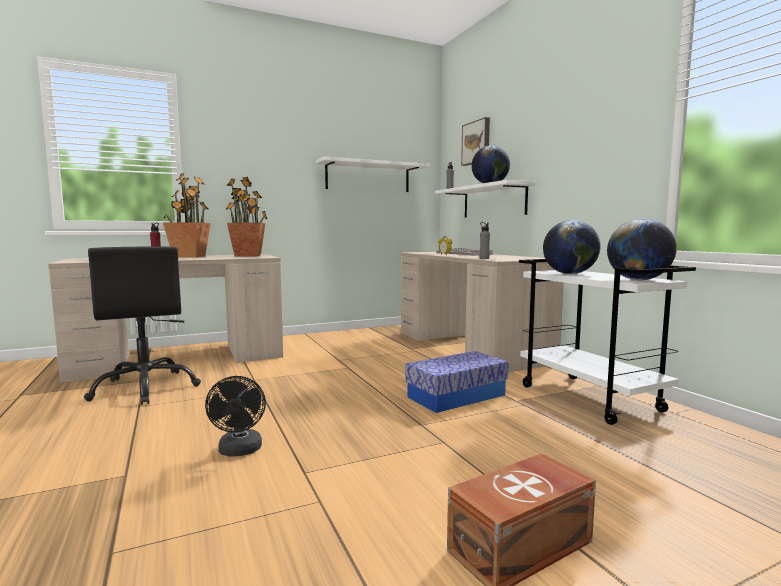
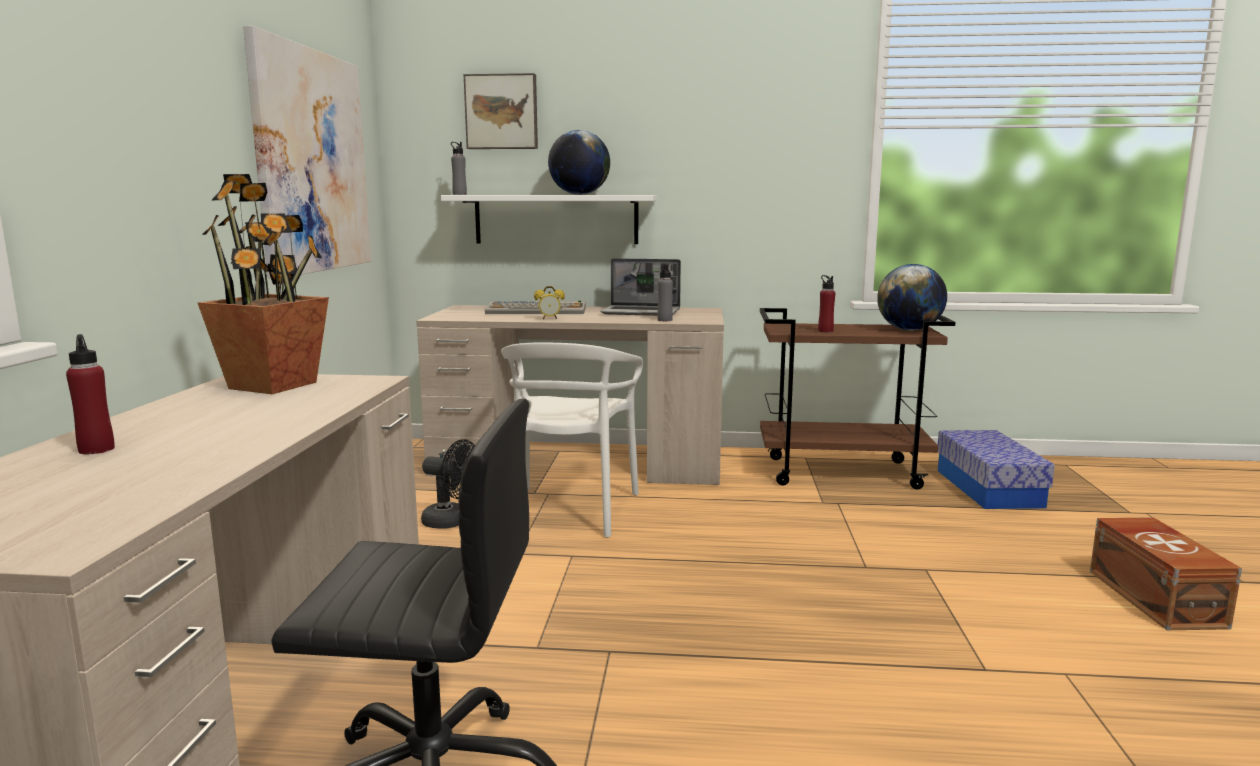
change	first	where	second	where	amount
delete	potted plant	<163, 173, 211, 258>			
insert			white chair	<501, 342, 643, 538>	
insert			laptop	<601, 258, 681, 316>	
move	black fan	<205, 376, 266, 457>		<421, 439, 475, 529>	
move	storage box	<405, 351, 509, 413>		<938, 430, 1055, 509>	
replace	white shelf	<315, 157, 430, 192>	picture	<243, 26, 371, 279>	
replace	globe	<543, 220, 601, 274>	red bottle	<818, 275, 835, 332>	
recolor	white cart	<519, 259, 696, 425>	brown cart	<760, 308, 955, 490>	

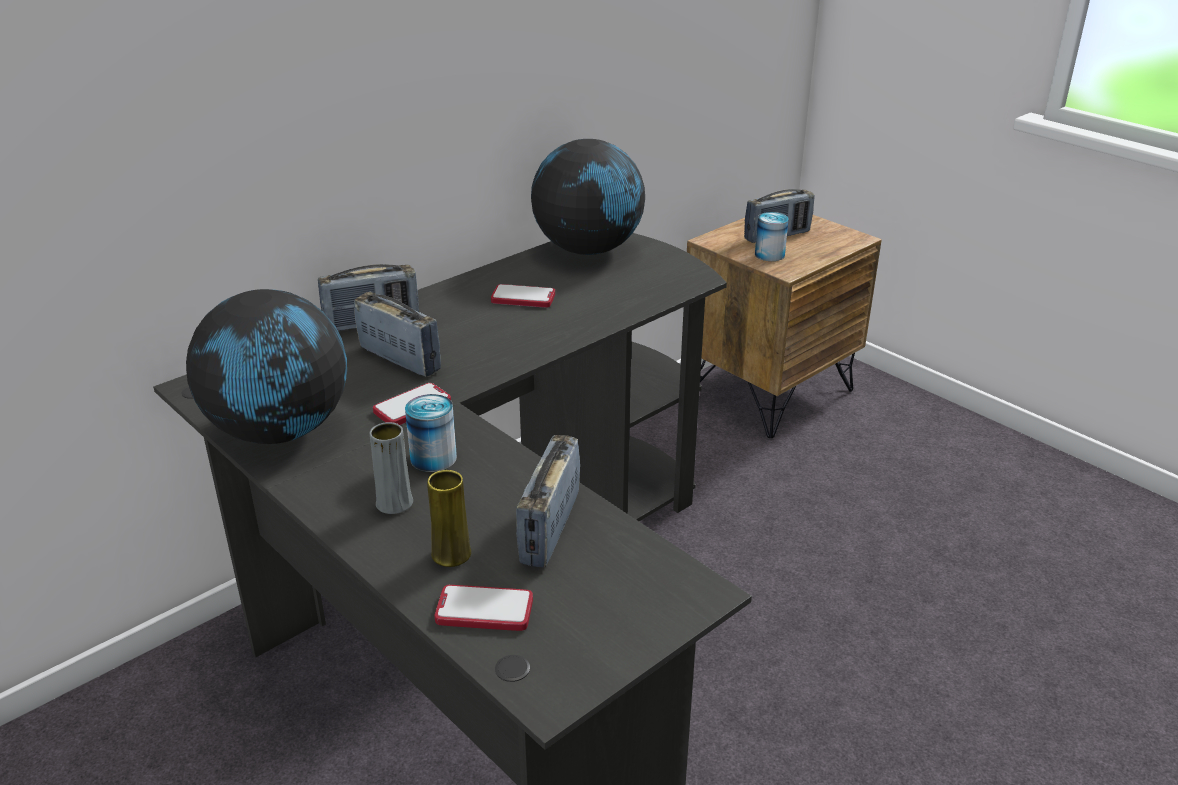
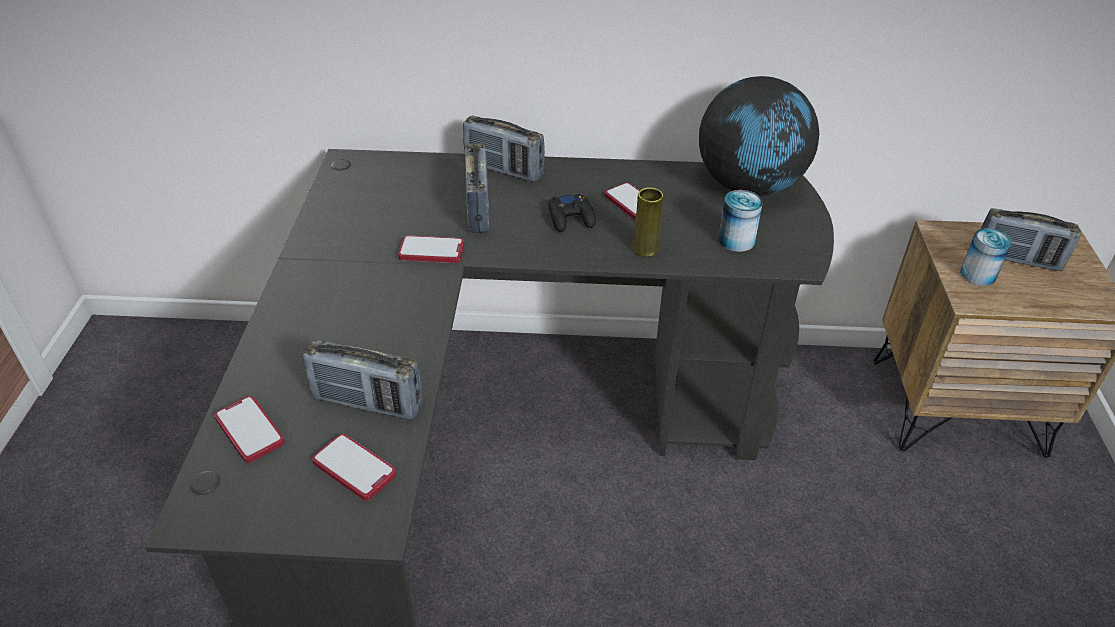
change	first	where	second	where	amount
delete	globe	<186, 289, 347, 444>			
delete	grey vase	<370, 422, 413, 514>			
insert			phone	<312, 434, 396, 501>	
insert			black game controller	<548, 194, 596, 232>	
move	can	<405, 394, 457, 472>		<718, 190, 763, 252>	
move	yellow vase	<427, 470, 471, 567>		<632, 187, 663, 257>	
rotate	radio	<516, 435, 580, 568>		<303, 340, 422, 420>	135 degrees counterclockwise

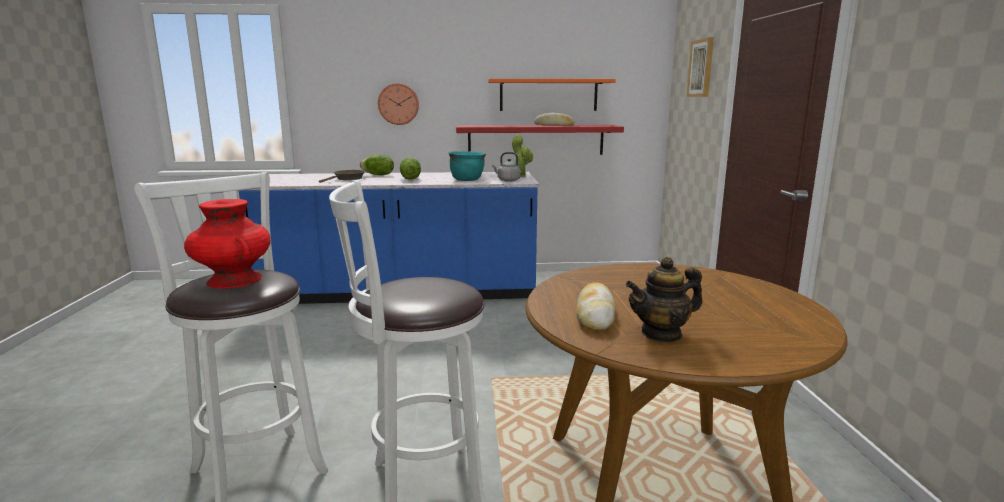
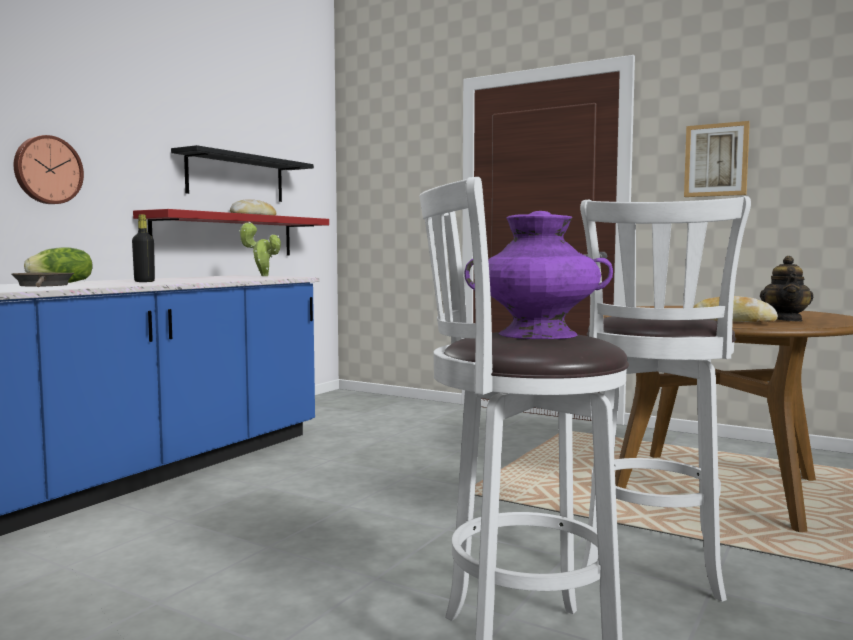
change	first	where	second	where	amount
delete	turquoise cooking pot	<448, 151, 486, 181>			
delete	grey kettle	<492, 152, 520, 182>			
move	picture	<686, 37, 714, 97>		<684, 121, 750, 197>	
replace	lettuce	<400, 158, 421, 179>	black bottle	<132, 215, 155, 282>	
recolor	red vase	<184, 199, 271, 289>	purple vase	<465, 211, 613, 339>	
recolor	orange shelf	<488, 79, 616, 111>	black shelf	<171, 145, 314, 202>	

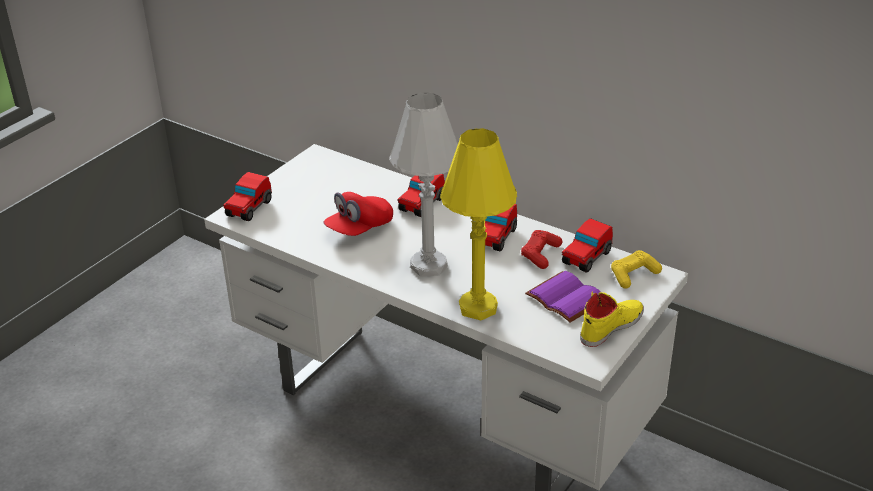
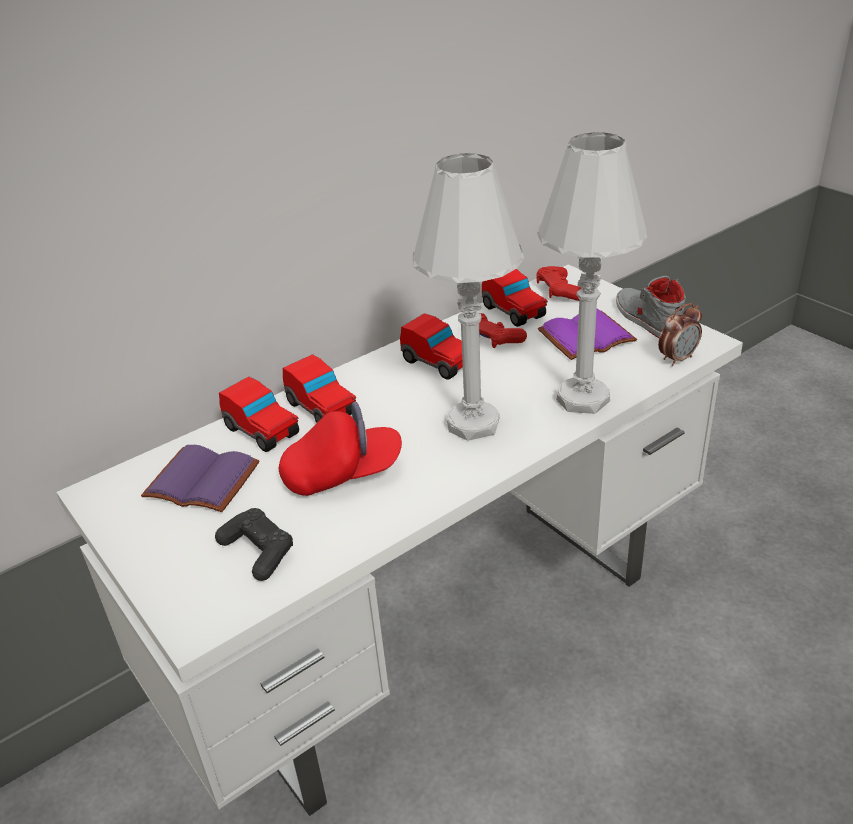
change	first	where	second	where	amount
insert			purple book	<141, 445, 260, 512>	
insert			black game controller	<215, 508, 293, 581>	
insert			alarm clock	<658, 303, 702, 366>	
move	toy car	<223, 172, 272, 221>		<219, 377, 299, 452>	
recolor	yellow table lamp	<440, 128, 517, 320>	white table lamp	<537, 132, 647, 414>	
recolor	yellow shoe	<580, 292, 644, 347>	grey shoe	<616, 276, 686, 338>	
recolor	yellow game controller	<611, 250, 662, 289>	red game controller	<536, 266, 582, 301>	
rotate	red cap	<323, 192, 393, 236>		<279, 402, 402, 496>	75 degrees counterclockwise

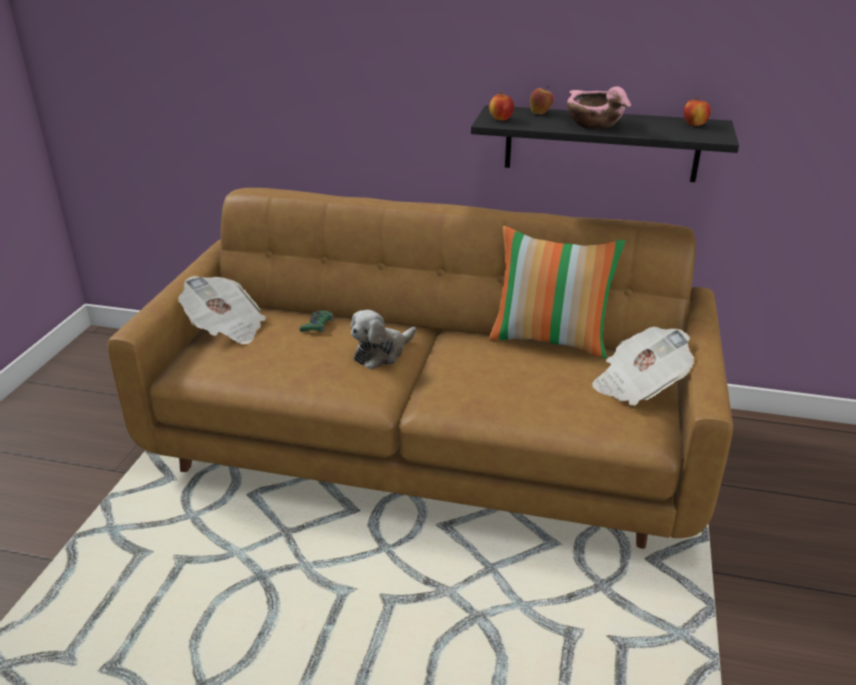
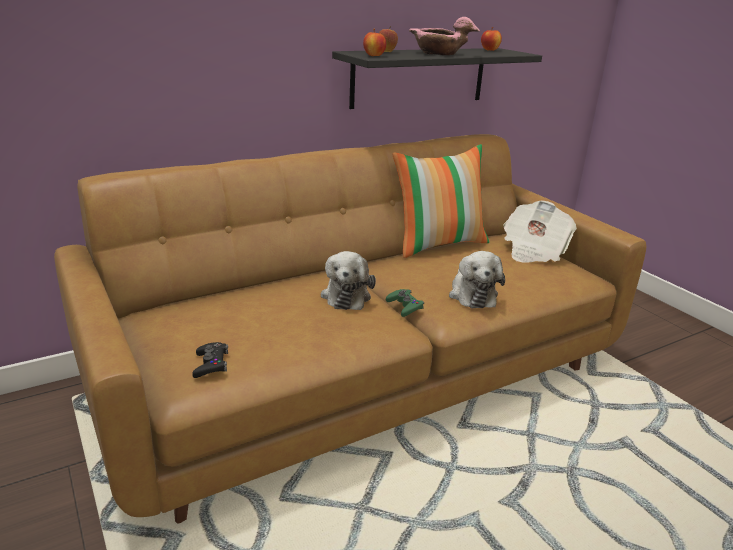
change	first	where	second	where	amount
delete	newspaper	<178, 276, 266, 344>			
insert			black game controller	<192, 342, 228, 378>	
insert			plush toy	<449, 251, 505, 308>	
move	green game controller	<300, 310, 334, 332>		<386, 289, 424, 317>	

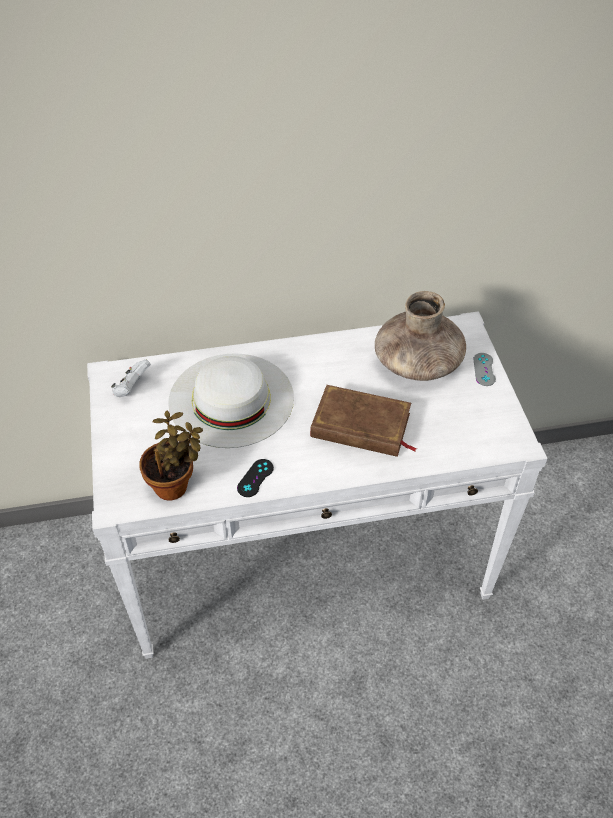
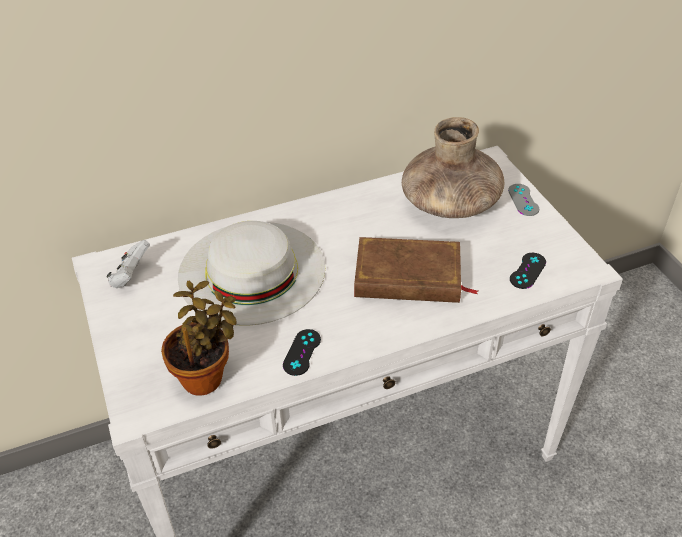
change	first	where	second	where	amount
insert			black game controller	<510, 253, 546, 289>	

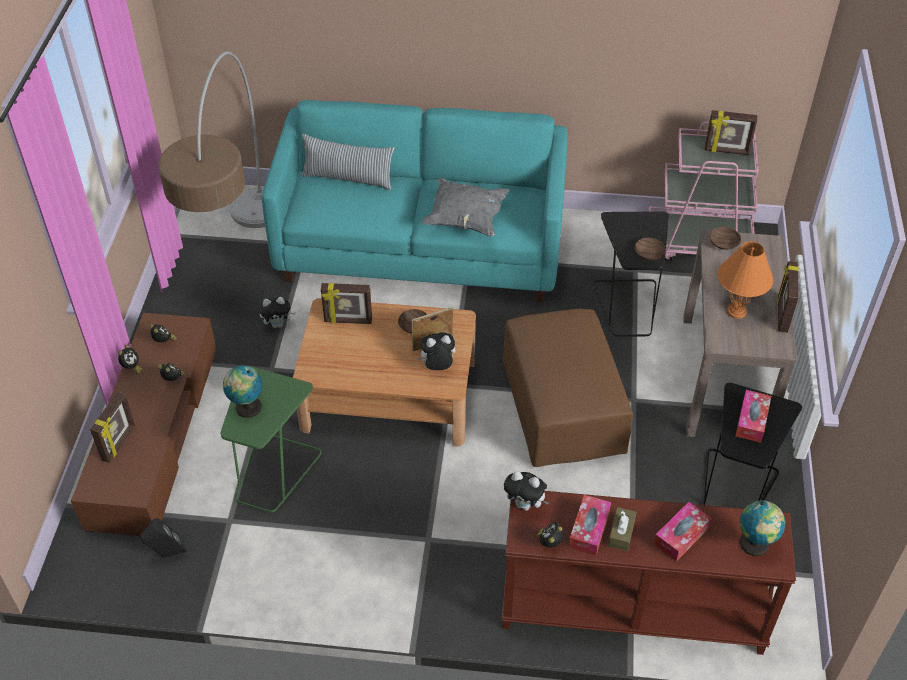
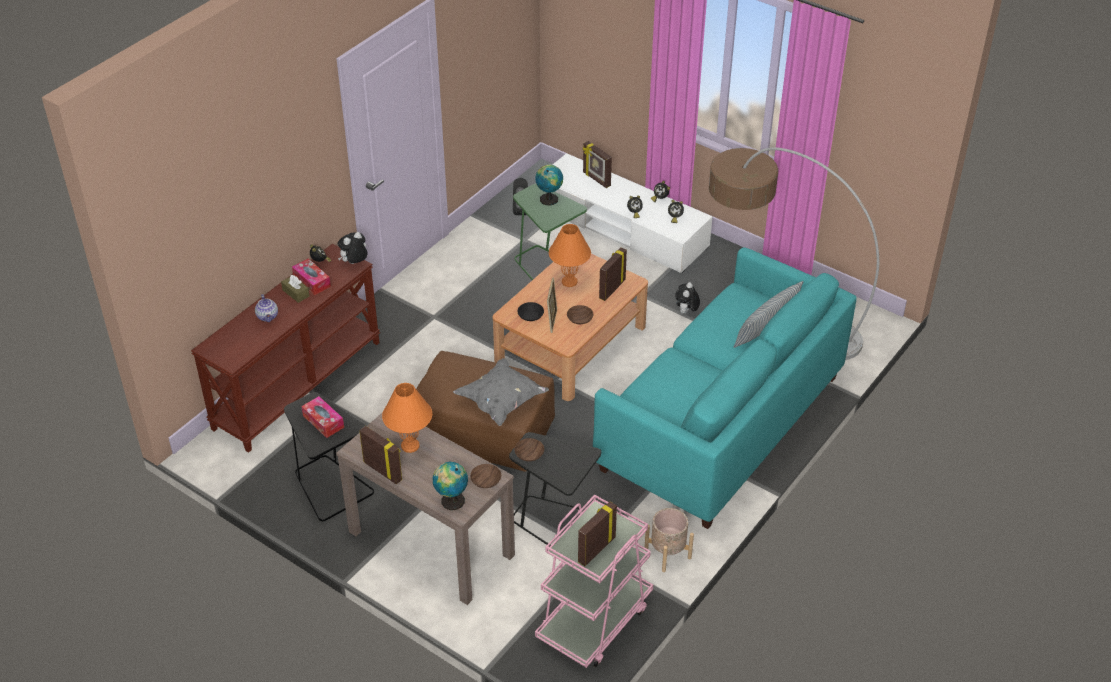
change	first	where	second	where	amount
insert			orange table lamp	<549, 224, 591, 287>	
insert			beige planter	<645, 508, 694, 572>	
move	grey pillow	<422, 178, 510, 236>		<453, 358, 549, 426>	
move	globe	<739, 500, 786, 556>		<432, 462, 468, 510>	
replace	plush toy	<417, 332, 456, 370>	black bowl	<517, 302, 544, 321>	
replace	tissue box	<653, 502, 712, 561>	teapot	<255, 294, 278, 322>	
recolor	brown tv stand	<71, 313, 217, 536>	white tv stand	<553, 153, 712, 273>	

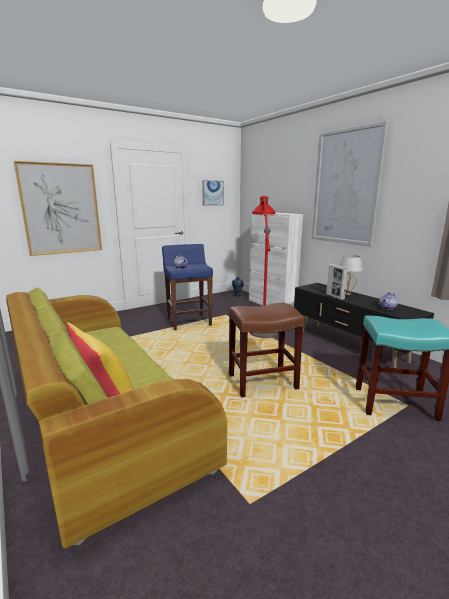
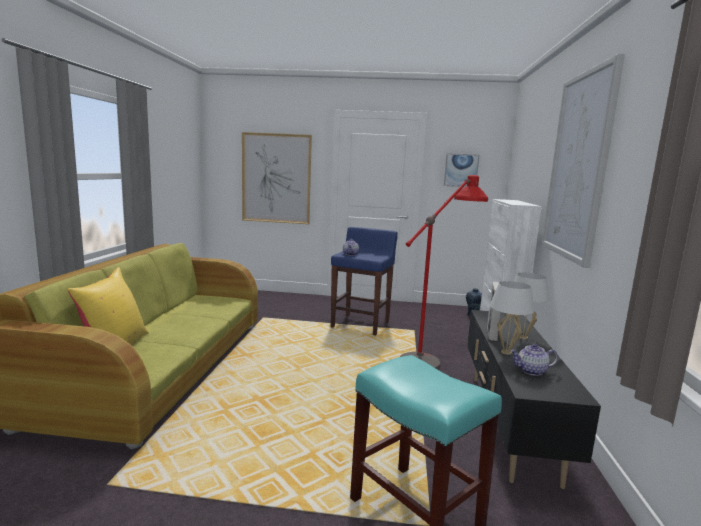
change	first	where	second	where	amount
delete	brown stool	<229, 302, 304, 398>			
insert			white table lamp	<490, 281, 535, 355>	

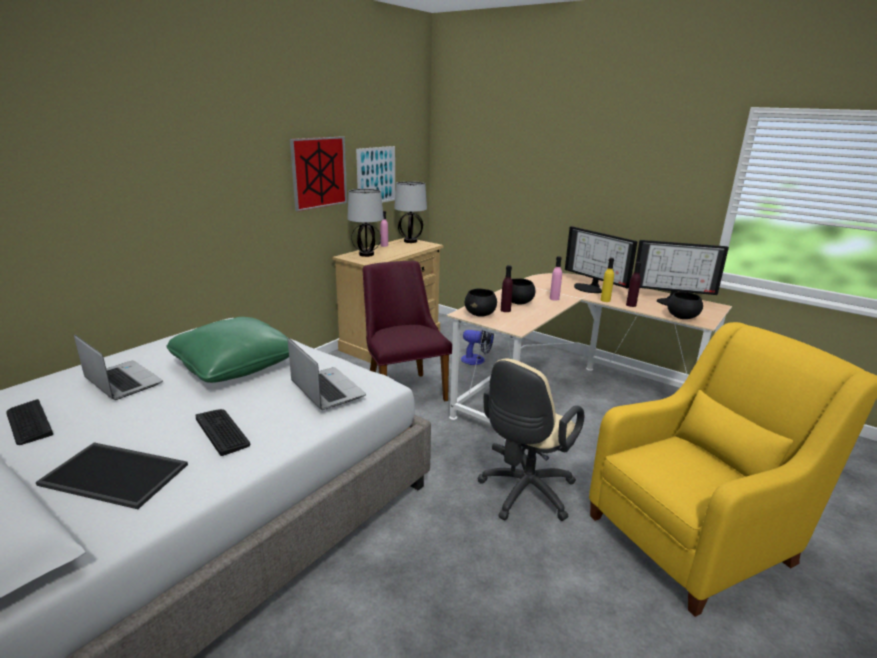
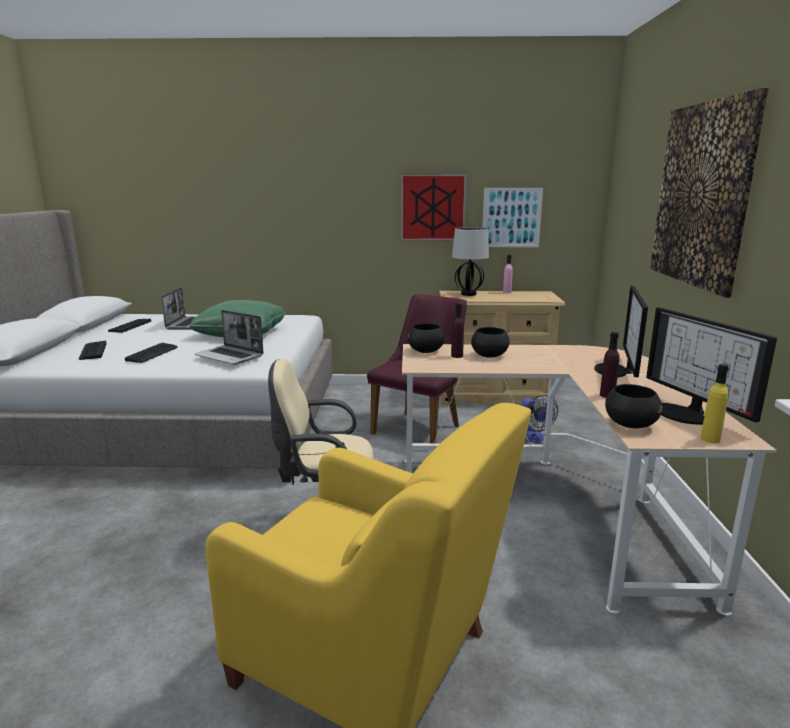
change	first	where	second	where	amount
delete	table lamp	<394, 181, 427, 243>			
delete	pink bottle	<550, 256, 562, 301>			
insert			picture	<650, 87, 771, 298>	
move	yellow bottle	<600, 258, 614, 302>		<700, 364, 729, 443>	
replace	tray	<36, 442, 188, 509>	keyboard	<79, 341, 107, 360>	
rotate	laptop	<288, 338, 366, 410>		<194, 310, 264, 365>	105 degrees clockwise

